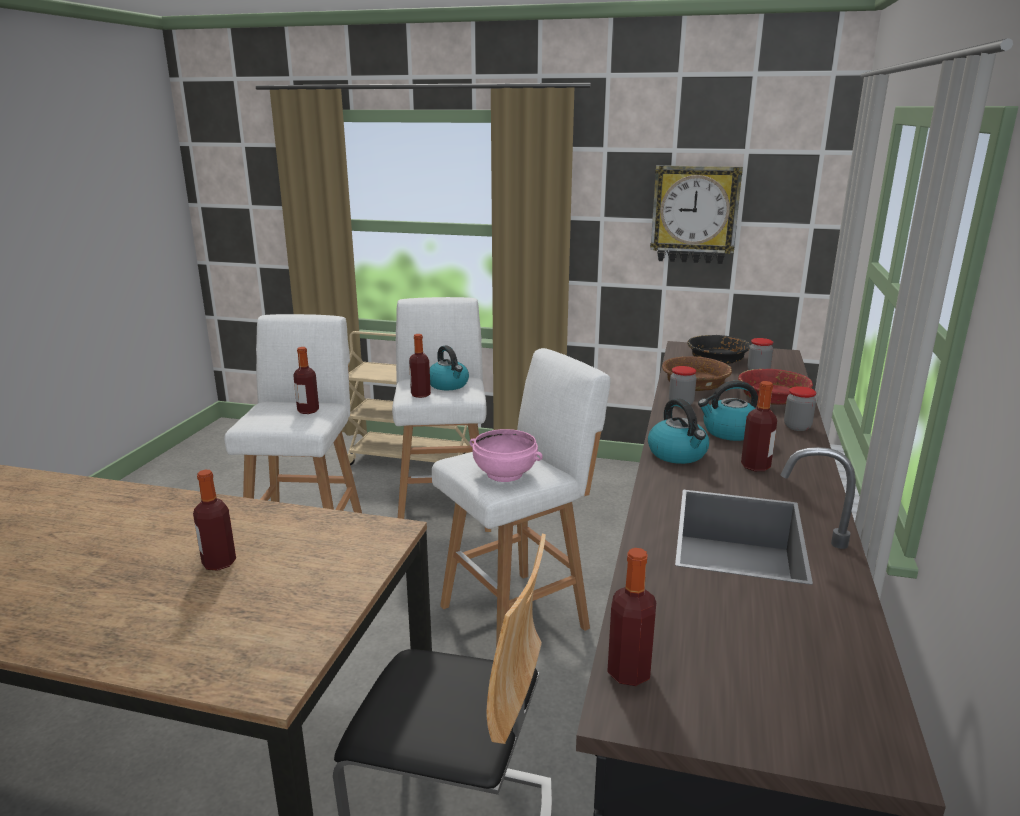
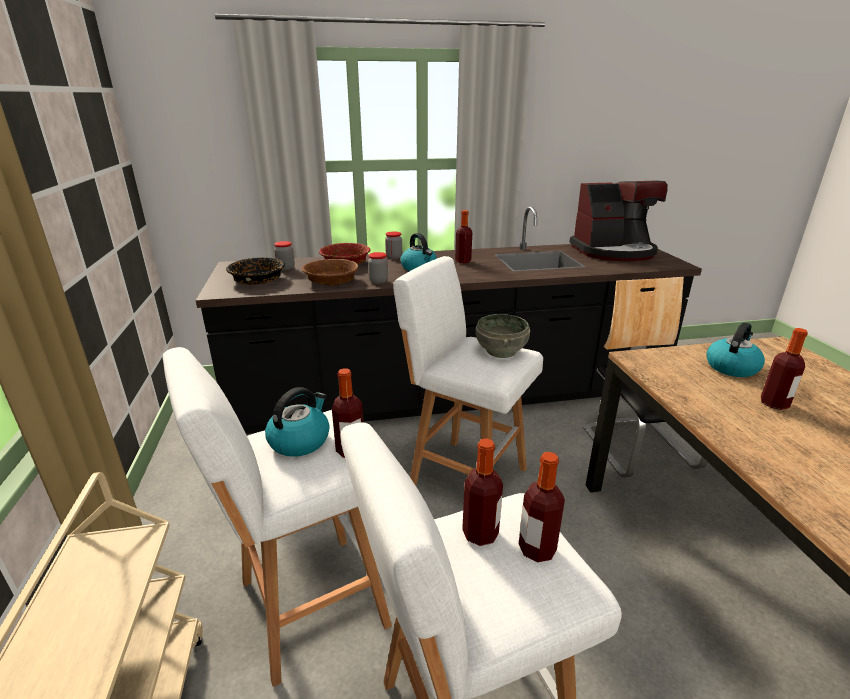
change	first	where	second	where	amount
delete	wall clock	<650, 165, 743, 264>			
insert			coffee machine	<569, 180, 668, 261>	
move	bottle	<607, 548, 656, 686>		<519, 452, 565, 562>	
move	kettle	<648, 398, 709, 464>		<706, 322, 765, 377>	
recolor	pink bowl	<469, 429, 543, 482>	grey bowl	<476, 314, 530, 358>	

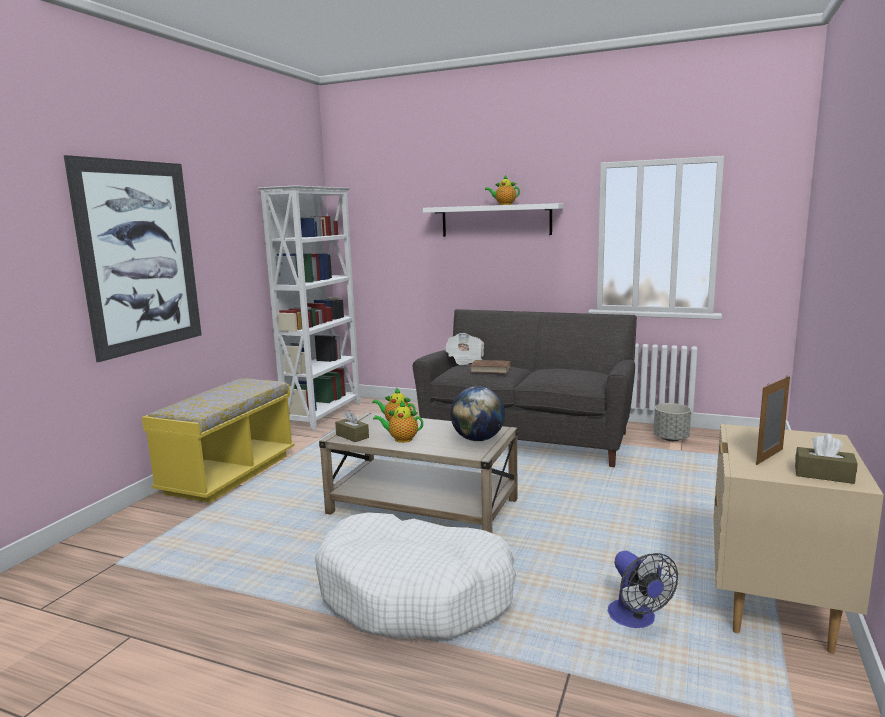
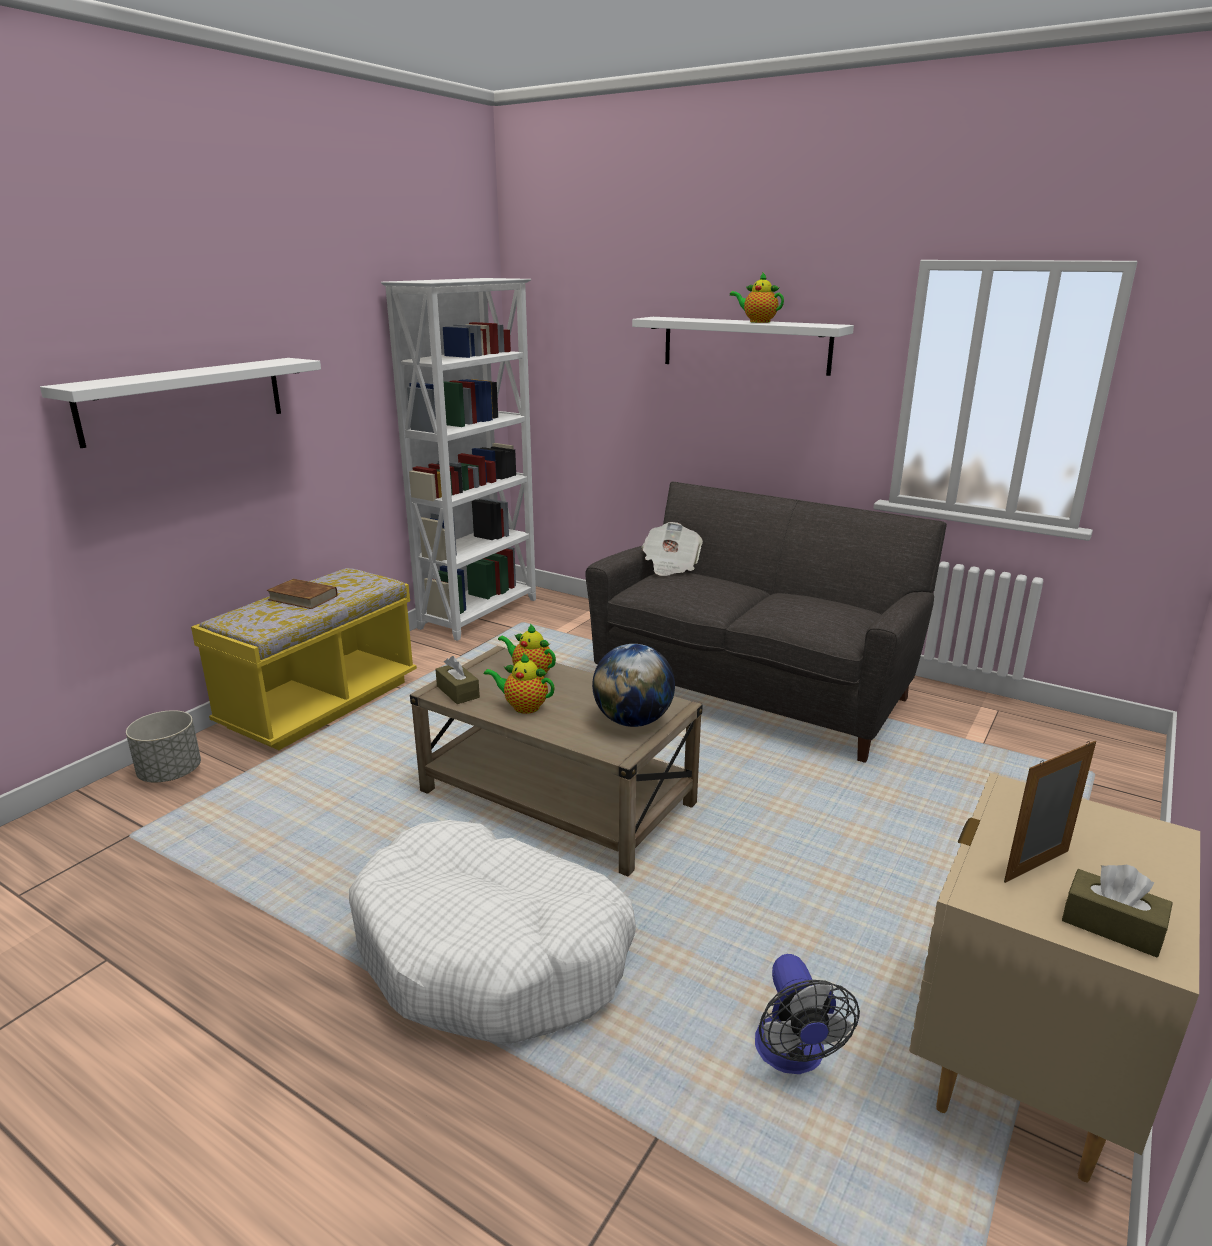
change	first	where	second	where	amount
move	brown book	<468, 360, 511, 374>		<266, 579, 338, 609>	
move	grey planter	<654, 403, 691, 441>		<126, 710, 201, 782>	
replace	picture	<64, 155, 202, 362>	white shelf	<40, 358, 321, 448>	

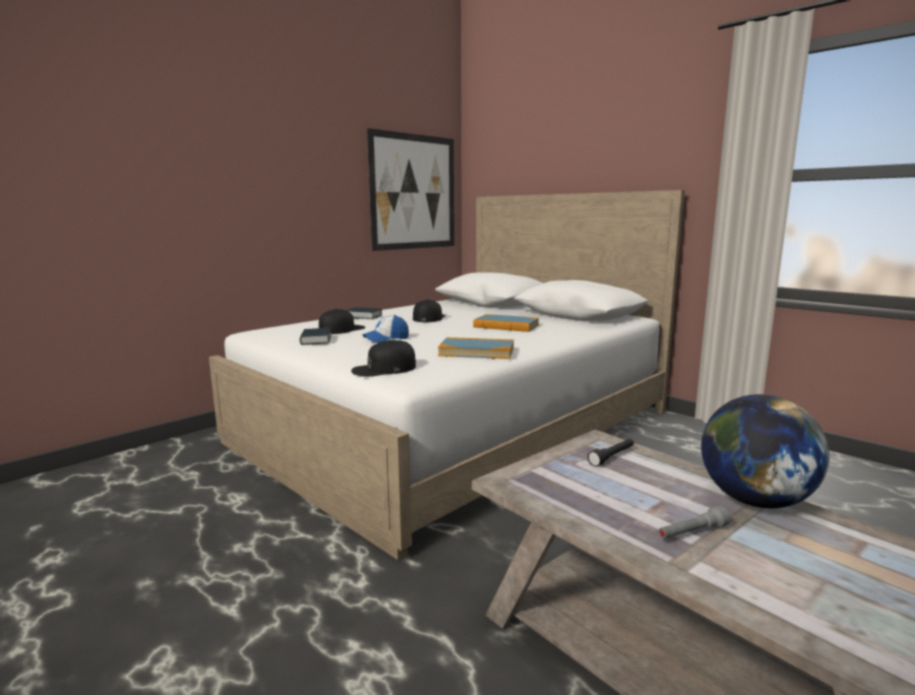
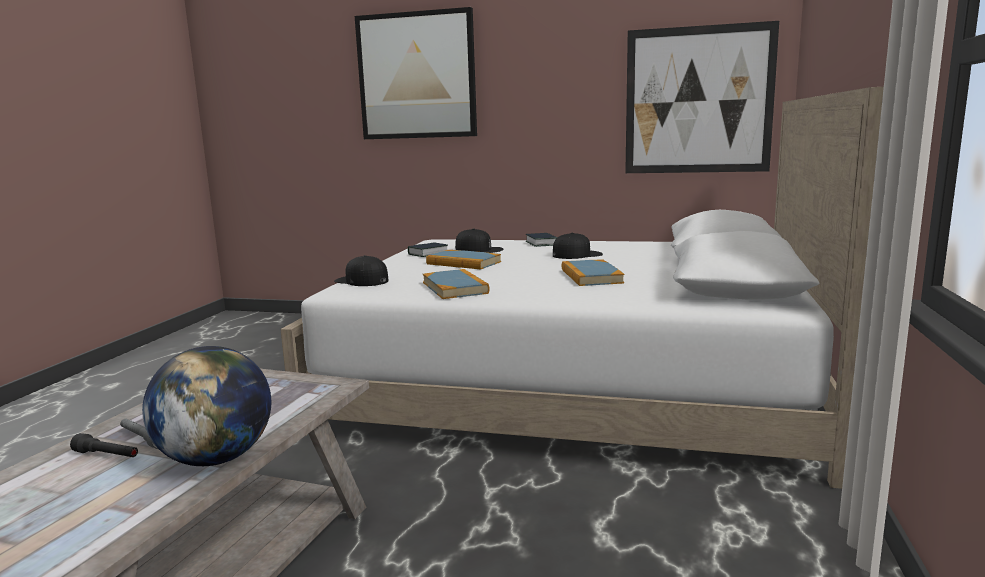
change	first	where	second	where	amount
insert			picture	<355, 7, 477, 139>	
move	black flashlight	<588, 439, 634, 467>		<70, 433, 138, 457>	
replace	cap	<363, 315, 409, 343>	book	<426, 250, 501, 269>	

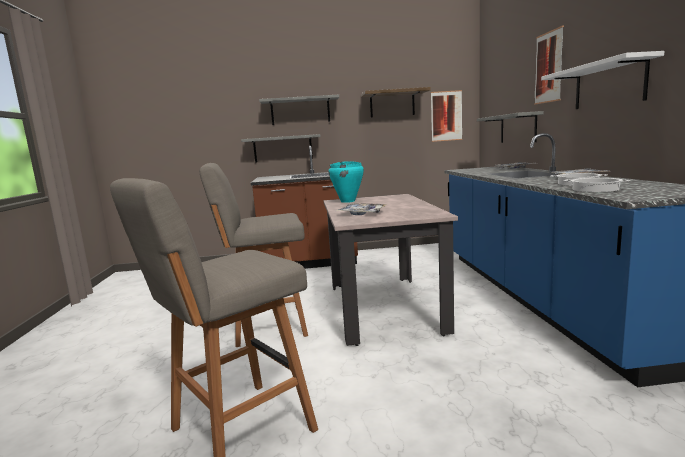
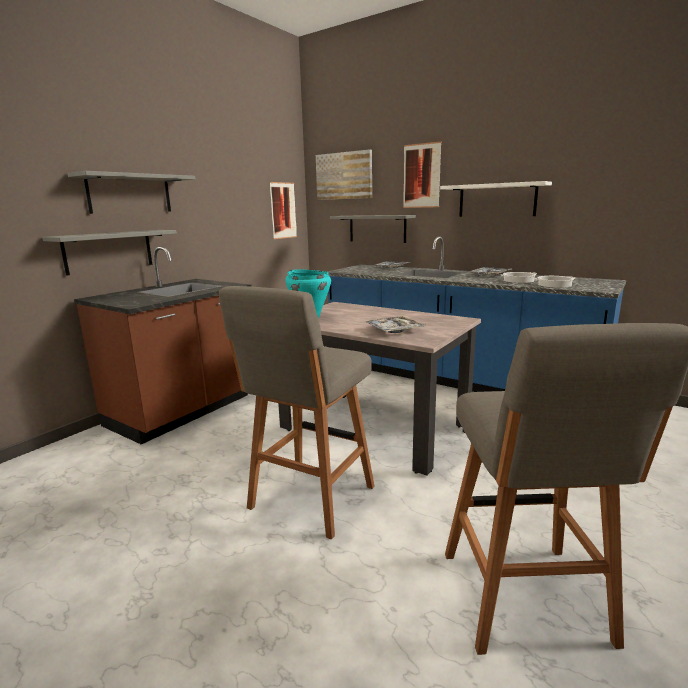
change	first	where	second	where	amount
delete	shelf	<361, 87, 431, 118>			
insert			picture	<316, 149, 372, 200>	

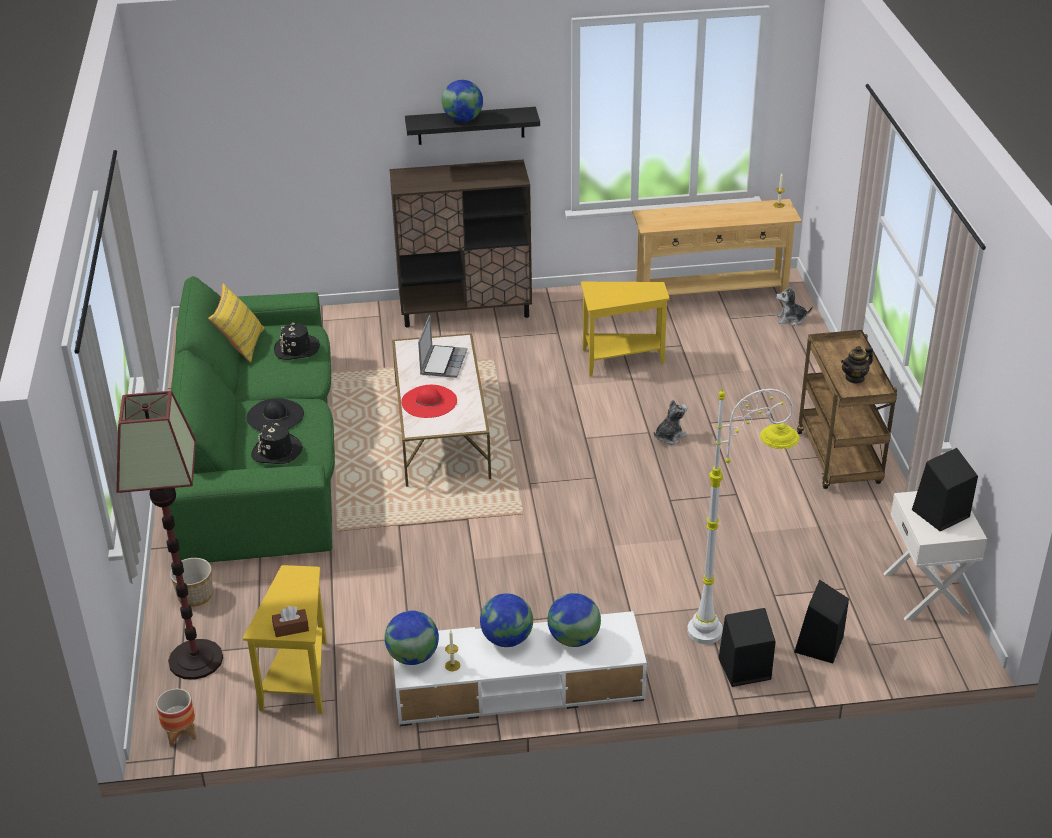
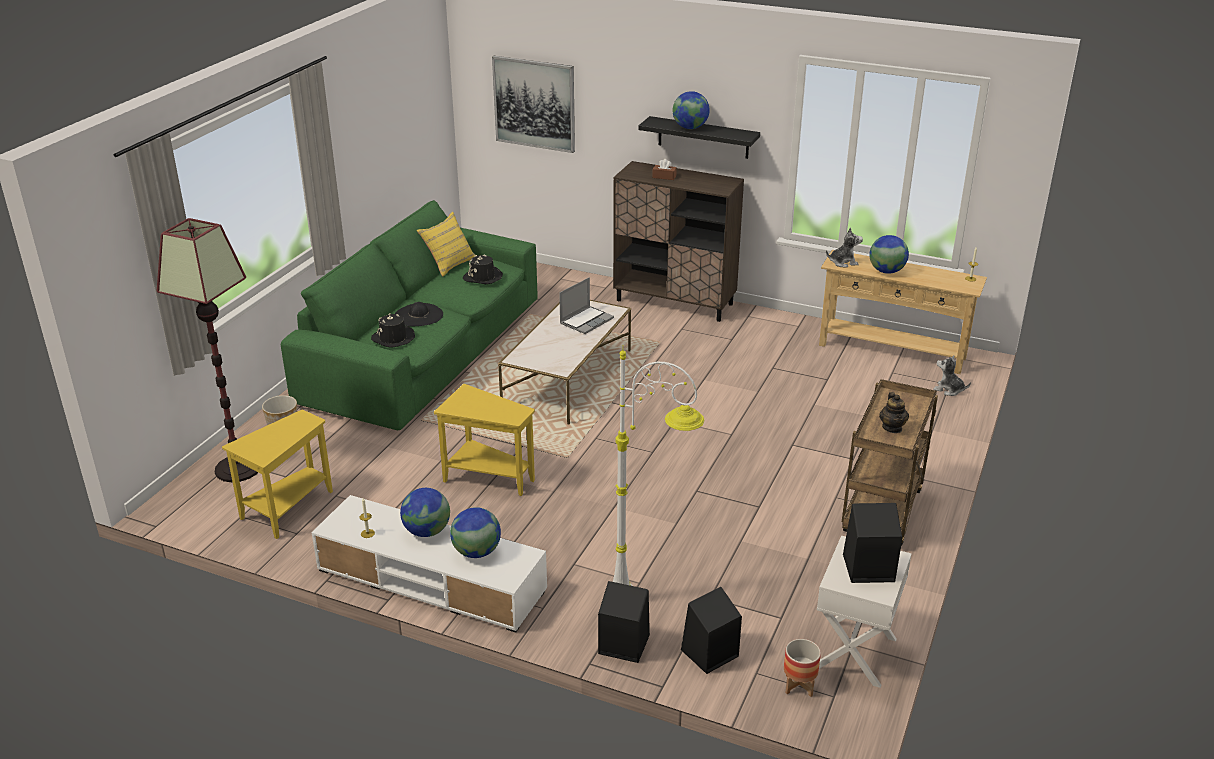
change	first	where	second	where	amount
delete	red hat	<401, 385, 457, 418>			
insert			picture	<492, 56, 575, 153>	
move	planter	<156, 689, 197, 747>		<784, 639, 821, 697>	
move	brown tissue box	<272, 606, 309, 637>		<652, 159, 677, 180>	
move	globe	<385, 611, 439, 665>		<869, 235, 909, 274>	
move	yellow side table	<581, 282, 670, 376>		<434, 384, 535, 496>	
move	plush toy	<654, 400, 687, 445>		<826, 228, 863, 268>	
rotate	teapot	<841, 346, 873, 384>		<879, 392, 909, 433>	90 degrees counterclockwise

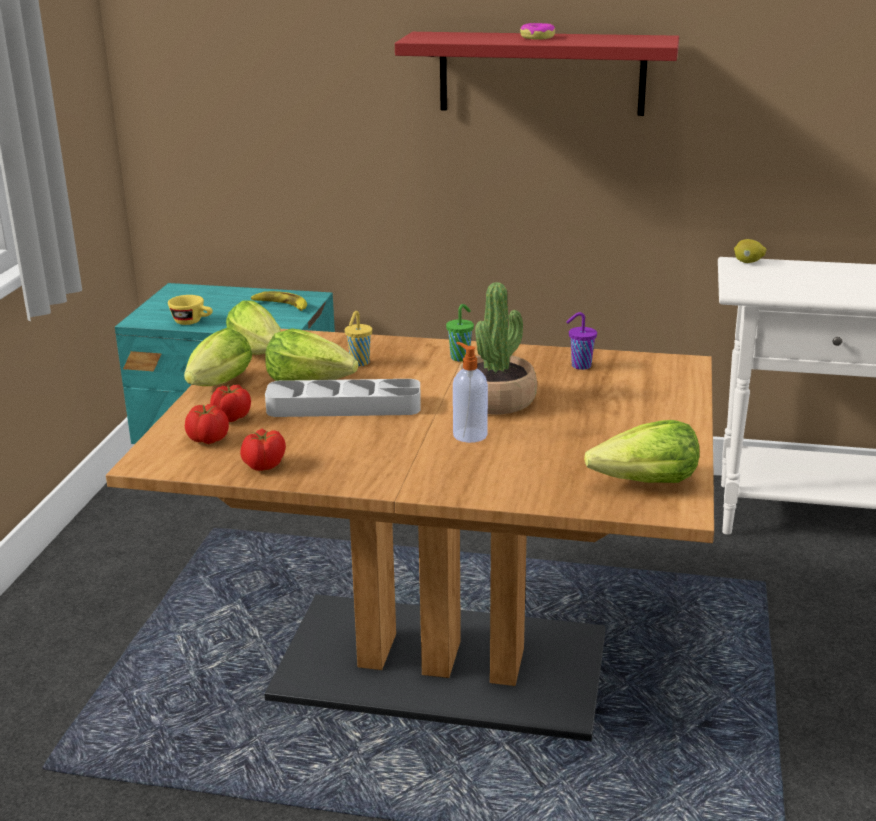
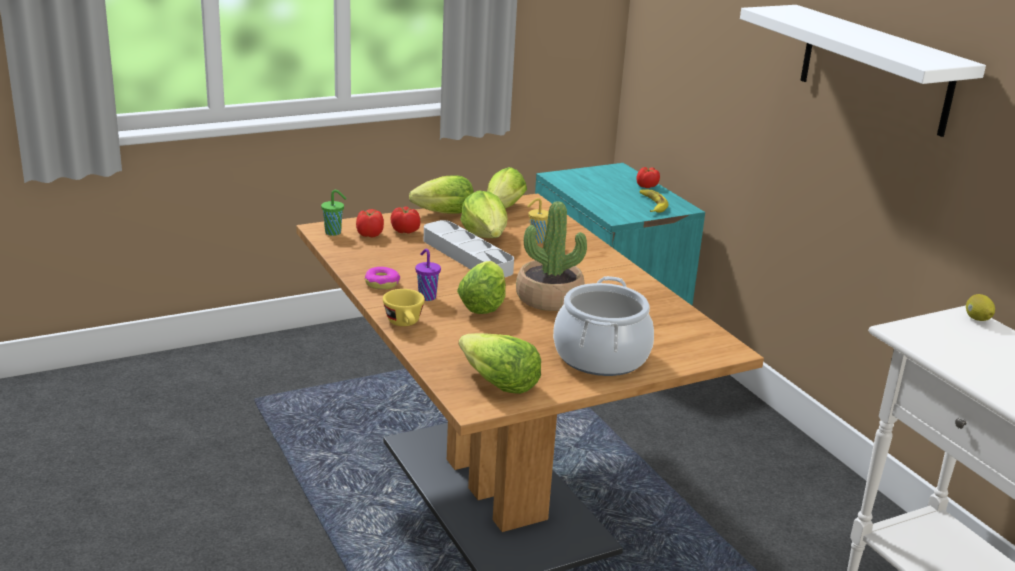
change	first	where	second	where	amount
insert			cooking pot	<553, 276, 654, 376>	
move	yellow cup	<168, 295, 213, 325>		<383, 289, 425, 326>	
move	tomato	<240, 428, 286, 471>		<636, 167, 660, 188>	
move	green cup	<446, 304, 474, 361>		<321, 190, 346, 236>	
move	donut	<520, 23, 555, 40>		<365, 267, 400, 290>	
move	purple cup	<566, 312, 597, 370>		<415, 249, 441, 301>	
replace	soap dispenser	<453, 342, 488, 443>	lettuce	<457, 261, 506, 314>	
recolor	red shelf	<395, 32, 679, 116>	white shelf	<740, 5, 986, 137>	

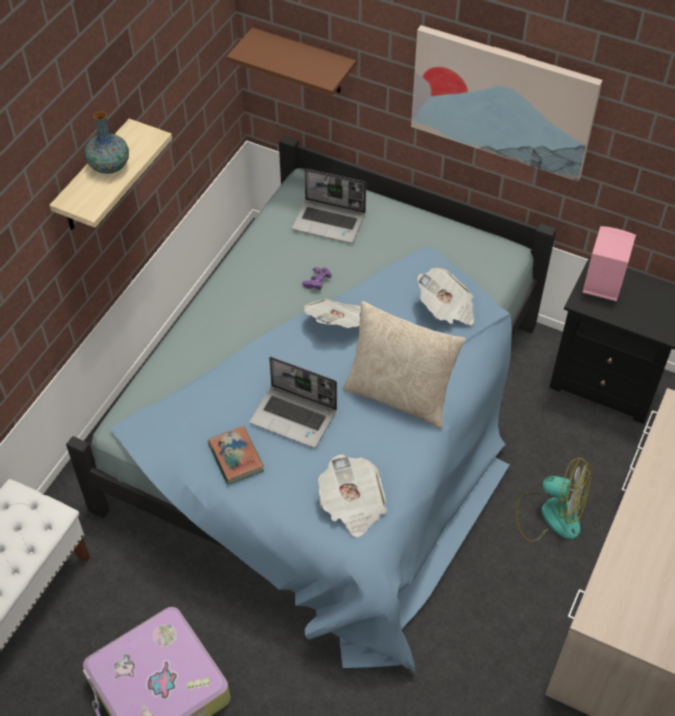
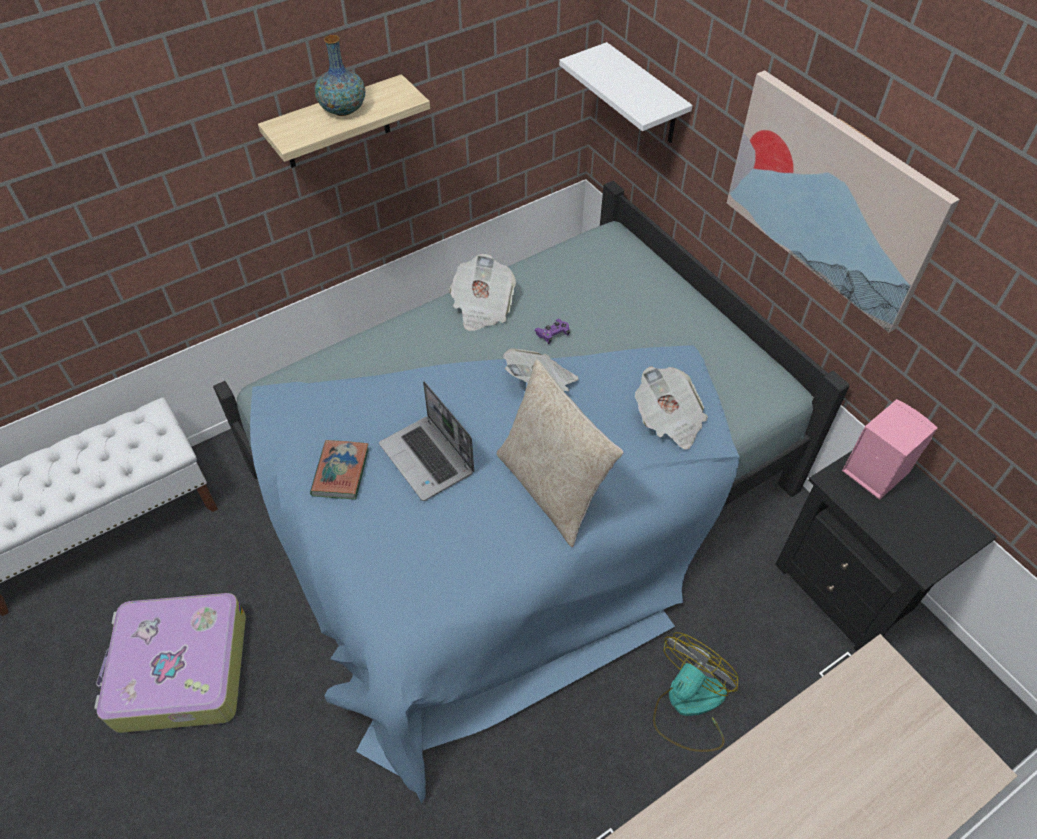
change	first	where	second	where	amount
delete	laptop	<292, 169, 366, 243>			
move	newspaper	<318, 454, 387, 537>		<449, 254, 516, 331>	
recolor	brown shelf	<227, 28, 356, 95>	white shelf	<559, 42, 693, 143>	
rotate	fan	<516, 457, 591, 542>		<653, 632, 739, 752>	105 degrees counterclockwise

